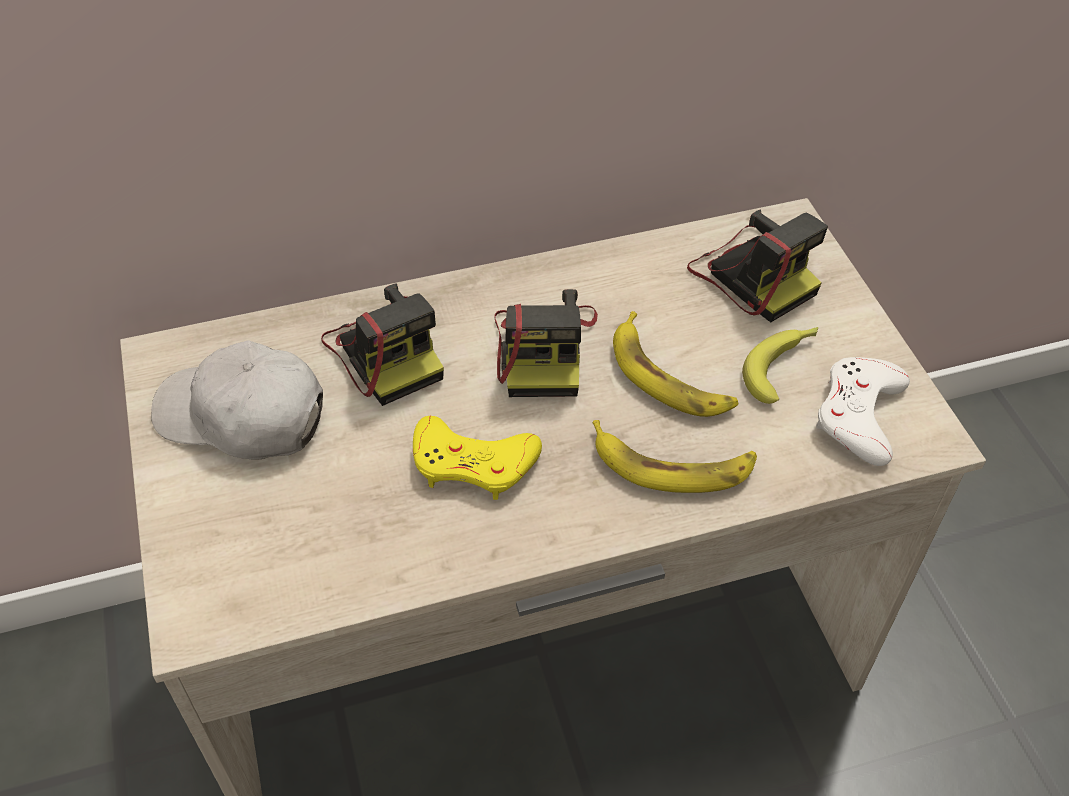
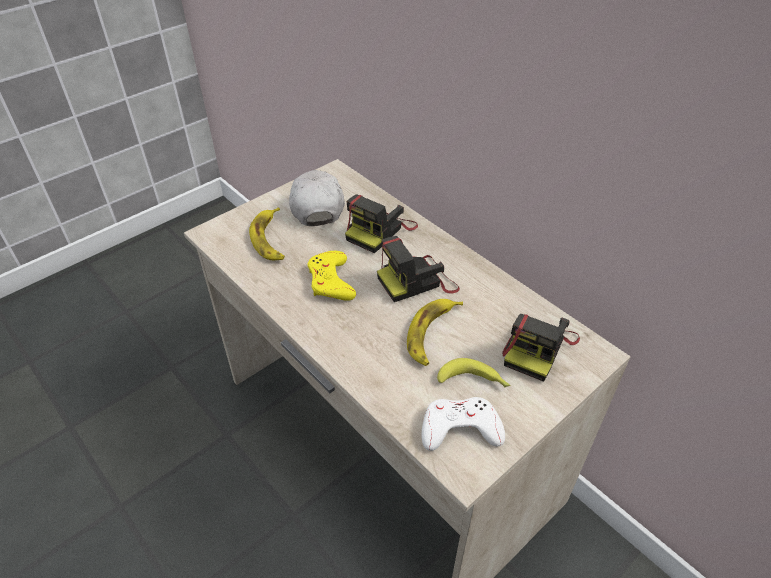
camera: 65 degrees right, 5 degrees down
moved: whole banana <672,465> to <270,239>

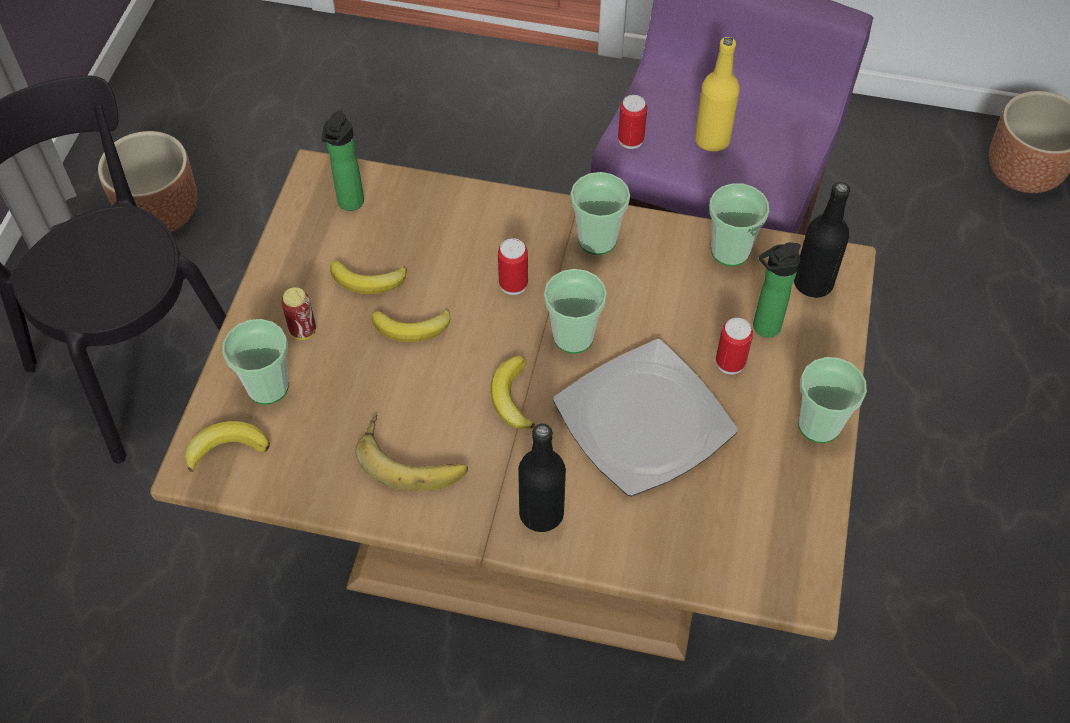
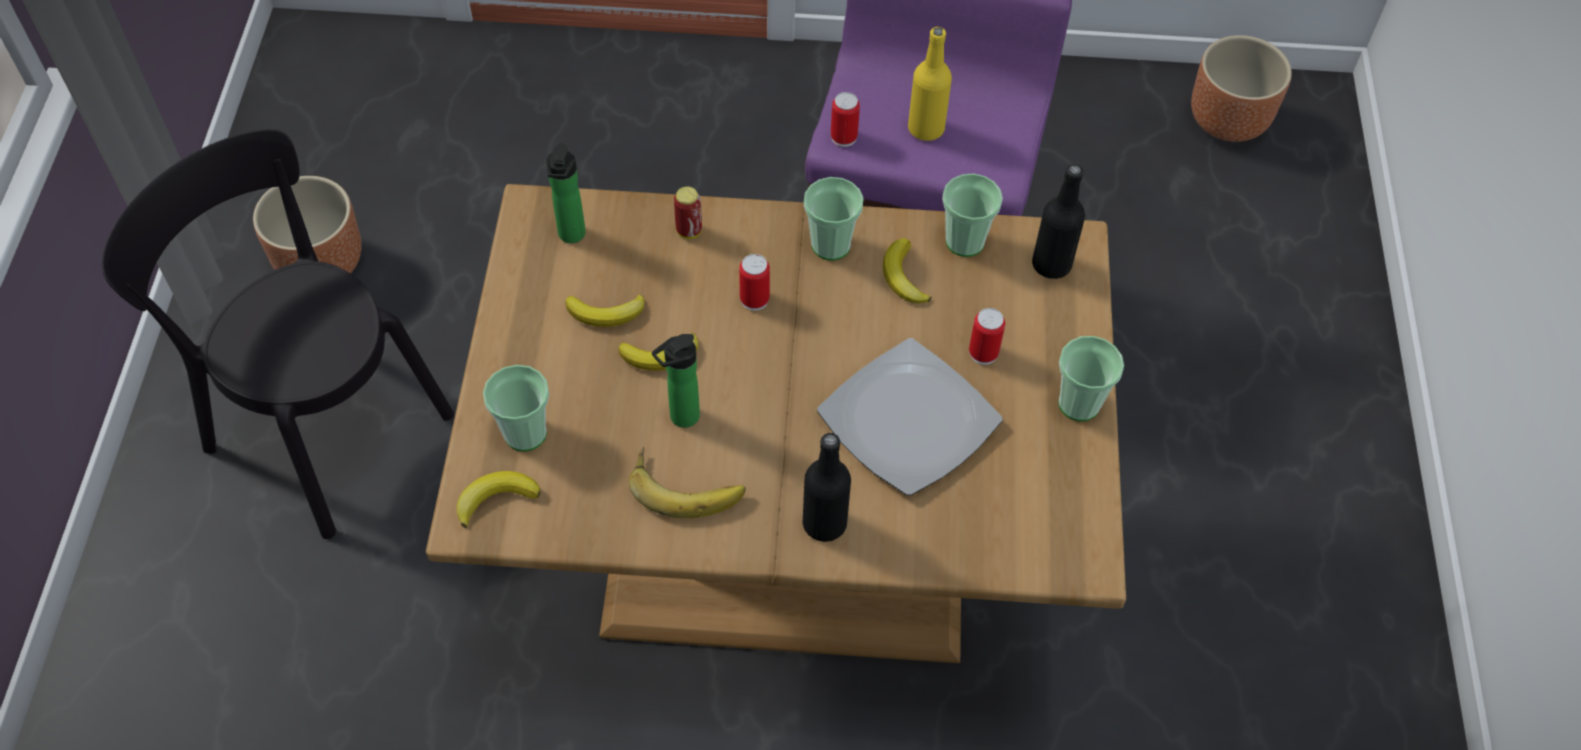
camera: 10 degrees left, 0 degrees up
removed: cup <573,337>
moved: can <303,331> to <689,231>; whole banana <512,397> to <903,276>; drink bottle <762,328> to <680,418>

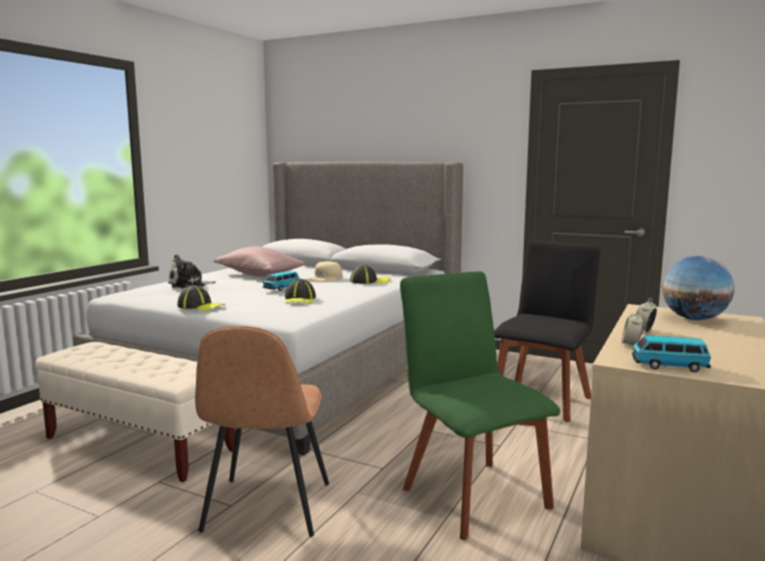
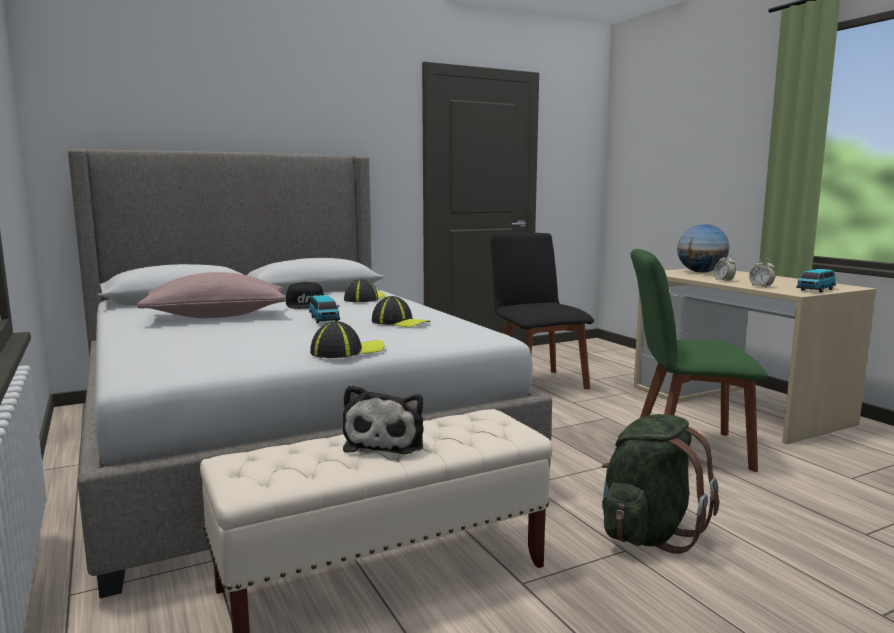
camera: 55 degrees left, 0 degrees up
moved: soft toy <189,285> to <386,442>
replaced: upright chair in brown <266,508> to knapsack in green <648,533>
recoloured: baseball cap in beige <326,278> to baseball cap in black-coloured <307,305>

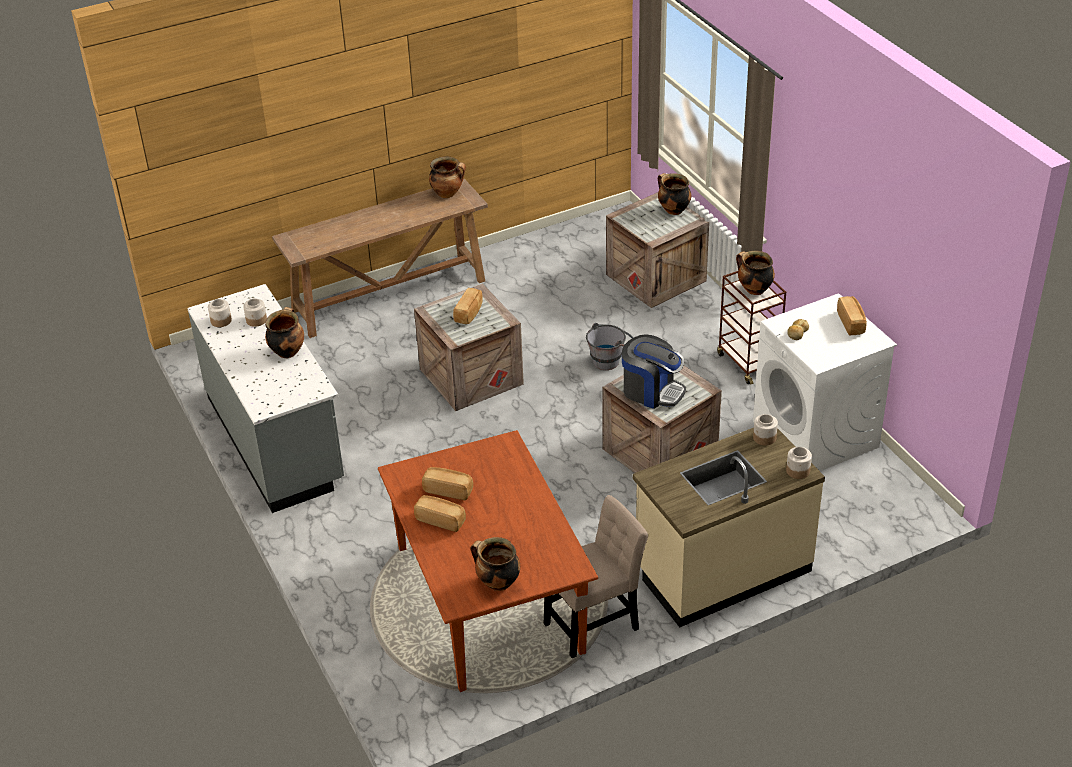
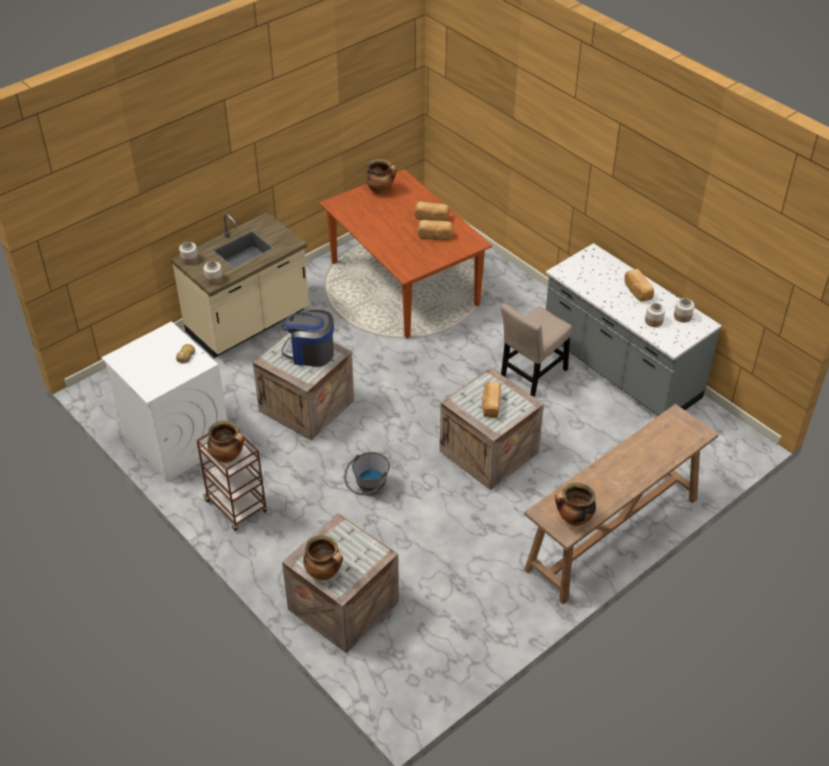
camera: 165 degrees right, 5 degrees up
removed: cooking pot <287,351>
moved: upright chair in beige <595,623> to <532,375>; bread <851,323> to <637,291>

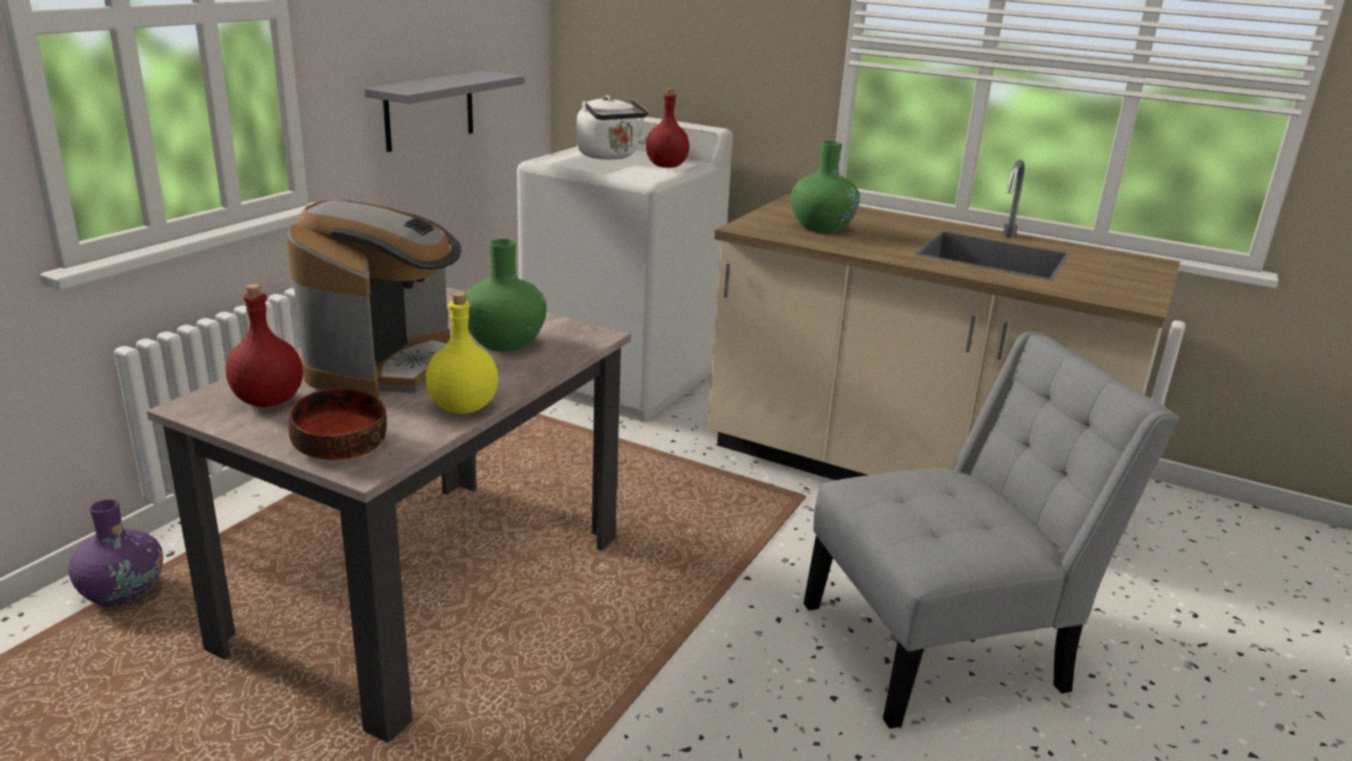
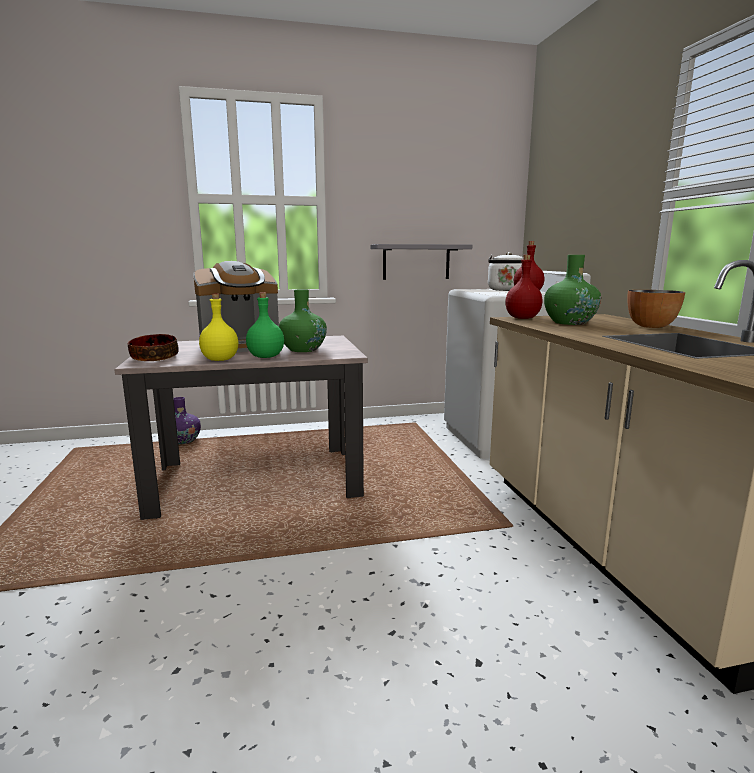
camera: 50 degrees right, 10 degrees down
removed: upright chair in grey <945,644>
added: drink bottle in green <266,357>; serving bowl <650,326>
moved: drink bottle in red-coloured <268,400> to <522,318>

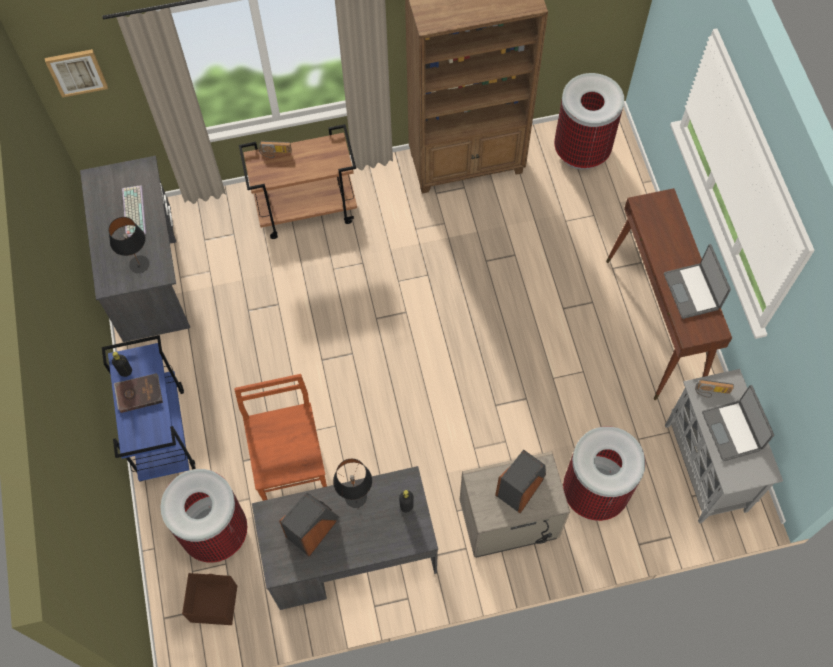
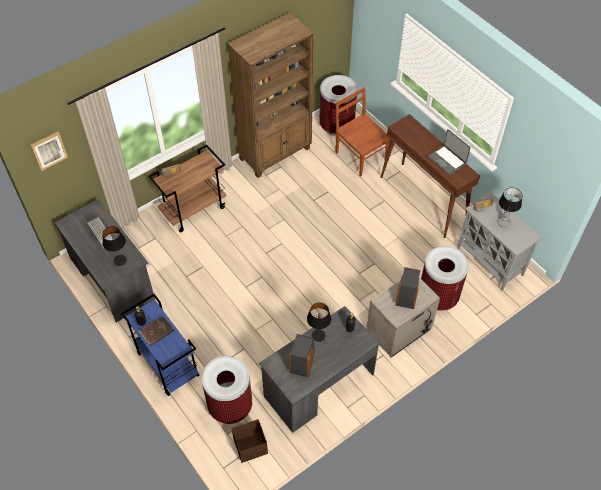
camera: 25 degrees left, 10 degrees down
moved: upright chair in brown <290,462> to <360,155>
replaced: portable computer <732,431> to table lamp <503,223>

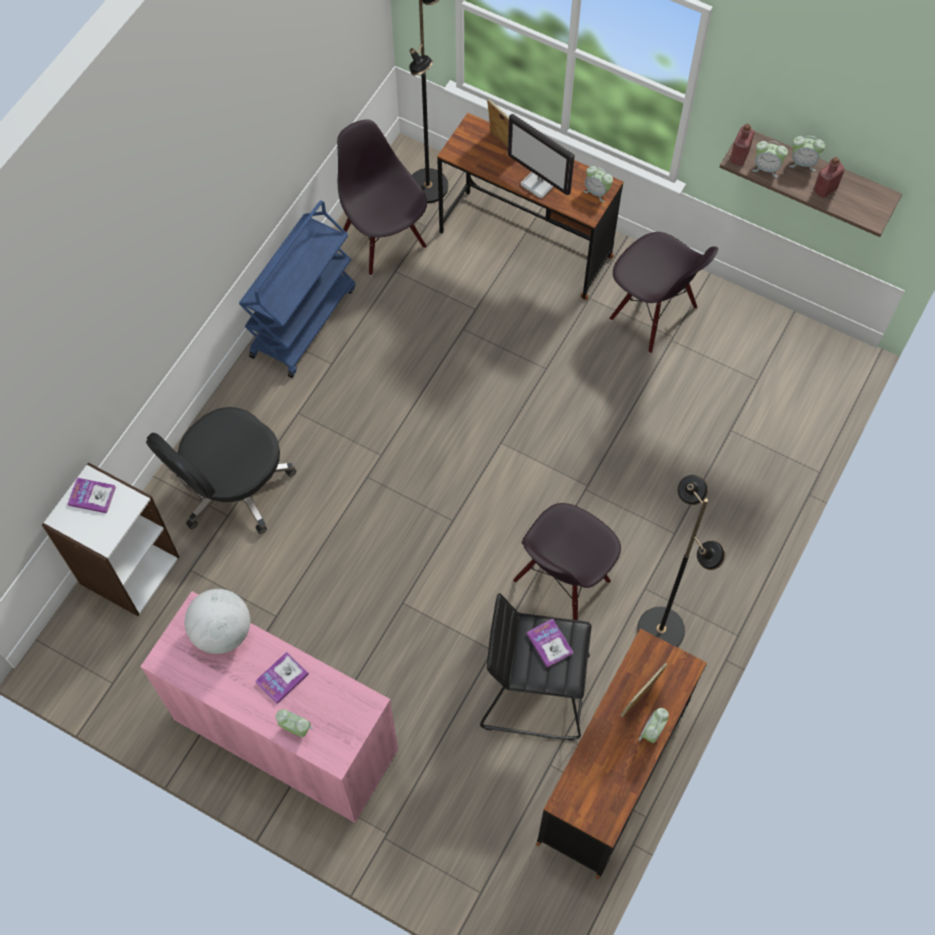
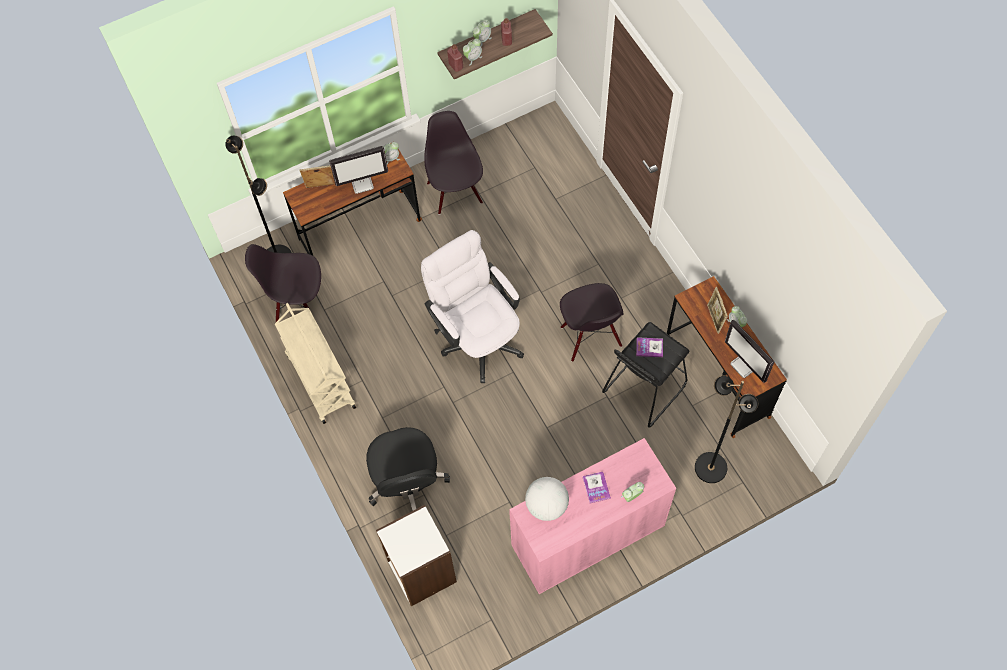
camera: 55 degrees left, 0 degrees up
removed: book <92,496>
added: desk chair in white-coloured <477,336>; monitor <745,365>
moved: standard lamp in black-coloured <661,629> to <710,467>
recoloured: trolley in blue-coloured <303,321> to trolley in beige <320,380>
turned: upright chair in black-coloured <652,314> = <455,192> 90 degrees counterclockwise

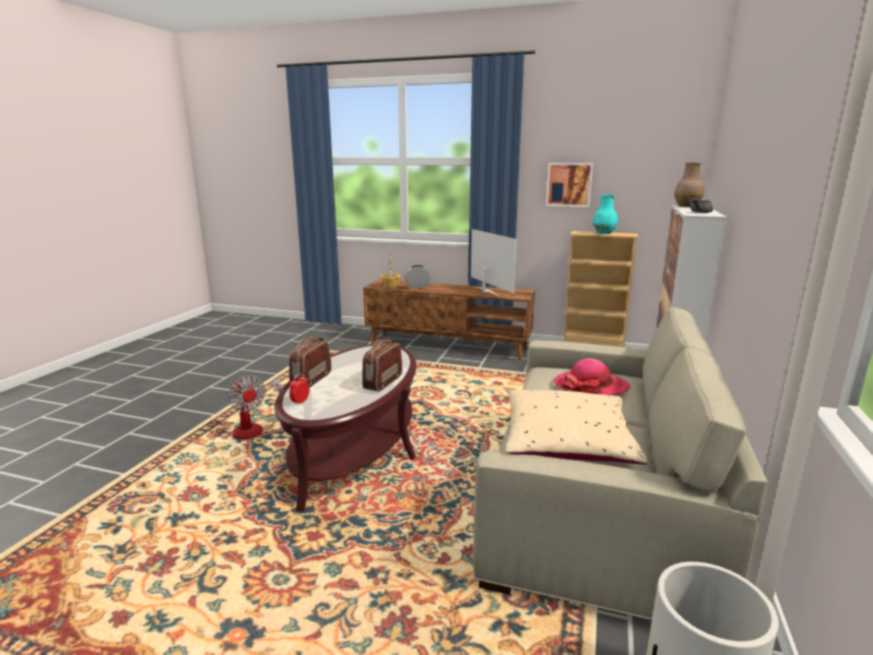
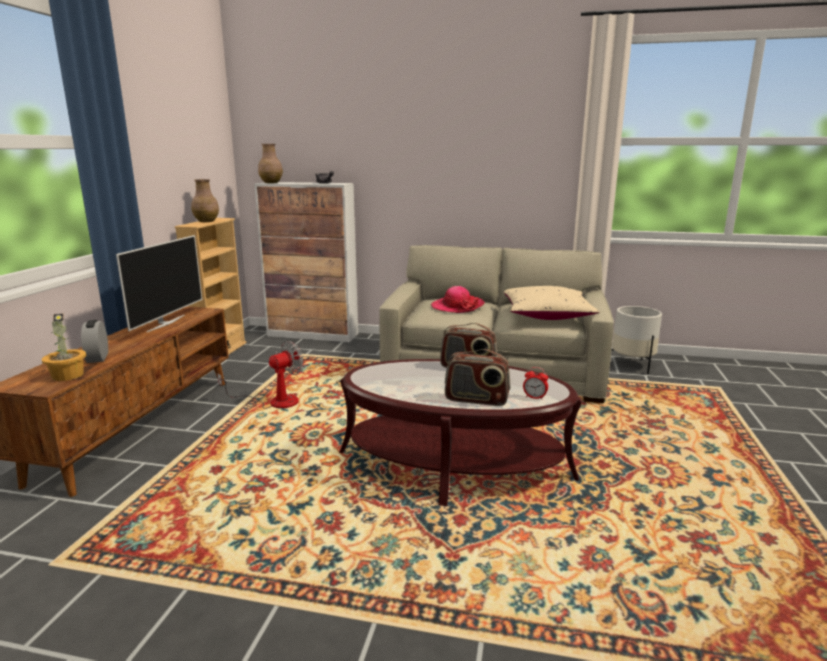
camera: 95 degrees left, 0 degrees up
removed: wall picture <569,184>
moved: fan <254,427> to <273,402>
recoloured: decorative vase in turquoise <604,233> to decorative vase in brown <207,221>
turned: TV set <486,291> = <165,323> 135 degrees clockwise

